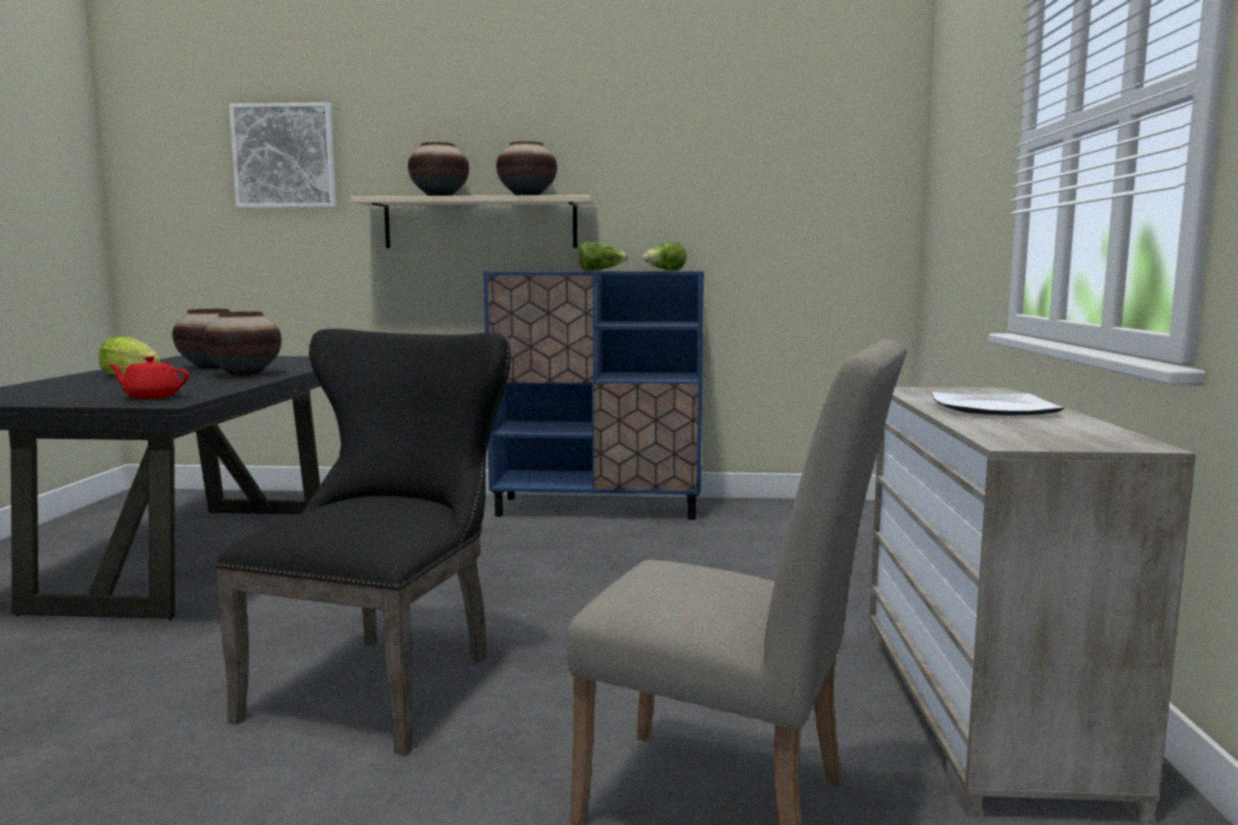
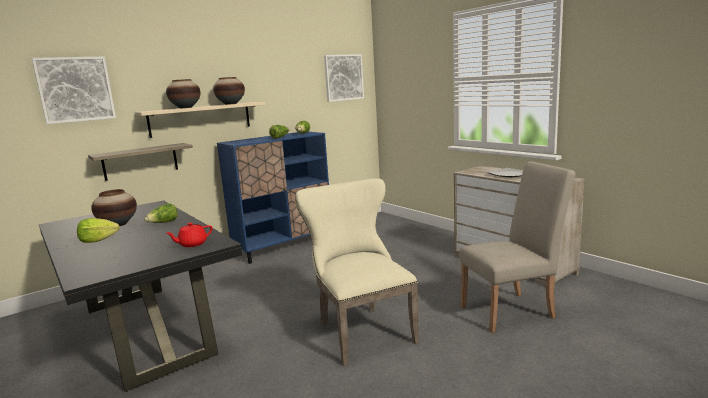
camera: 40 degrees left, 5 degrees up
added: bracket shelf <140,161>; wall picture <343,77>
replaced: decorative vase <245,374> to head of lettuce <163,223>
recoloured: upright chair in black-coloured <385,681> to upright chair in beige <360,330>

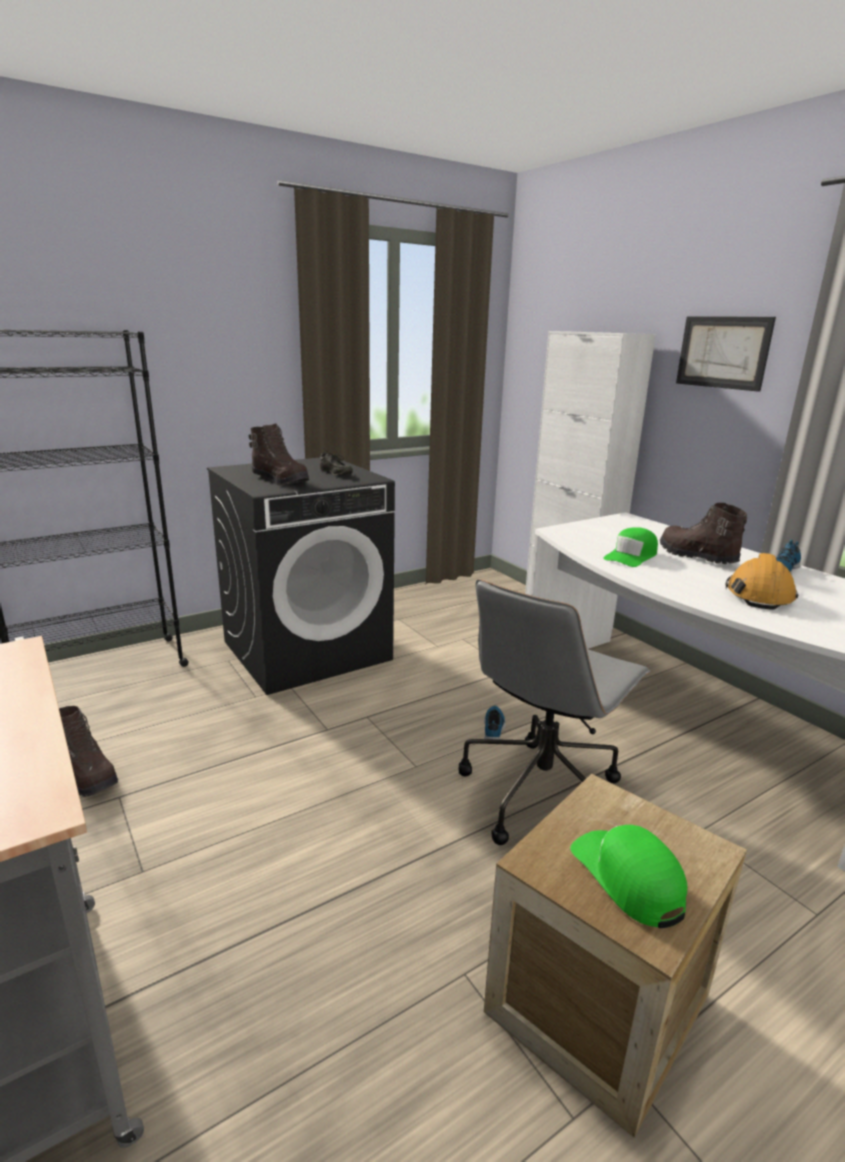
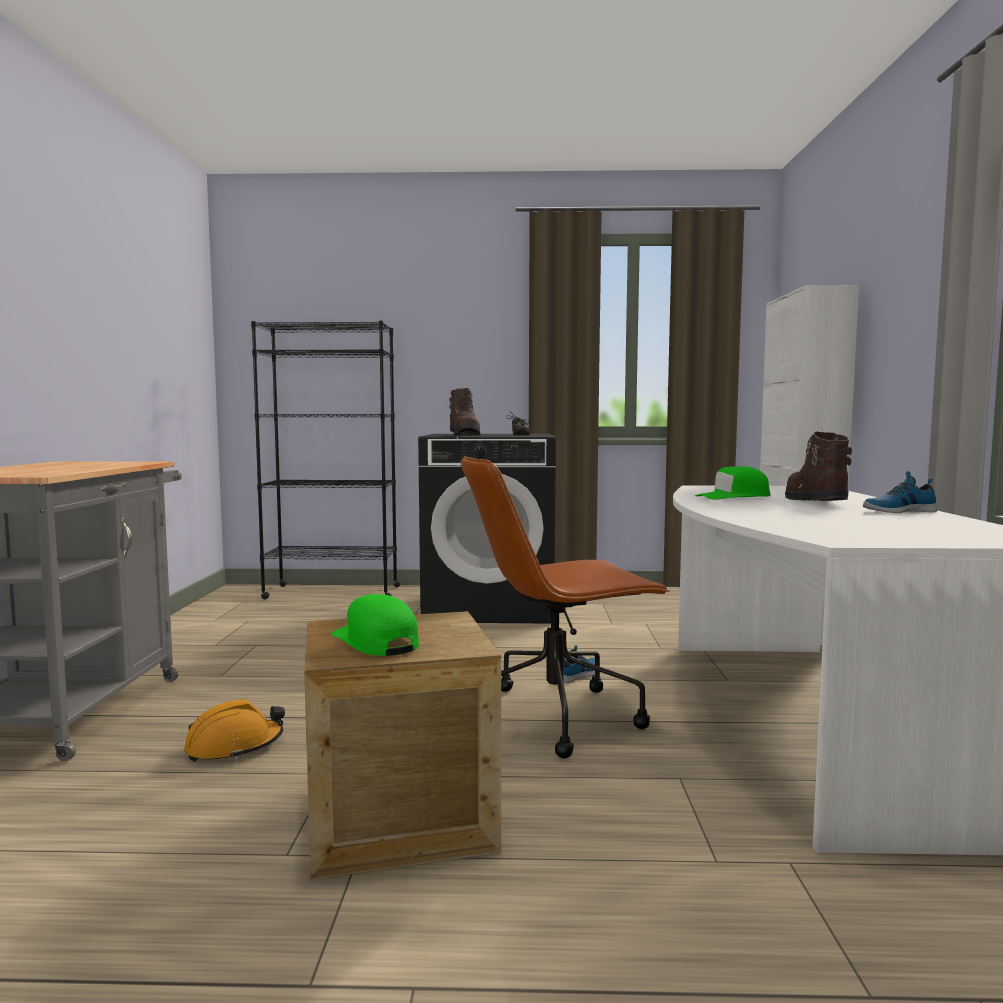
camera: 35 degrees right, 15 degrees down
removed: high-top boot in brown <87,775>; wall picture <723,352>
moved: hard hat in orange-coloured <759,594> to <234,747>
recoloured: desk chair in grey <542,792> to desk chair in brown <557,716>
turned: baseball cap in green <627,877> = <375,641> 45 degrees counterclockwise

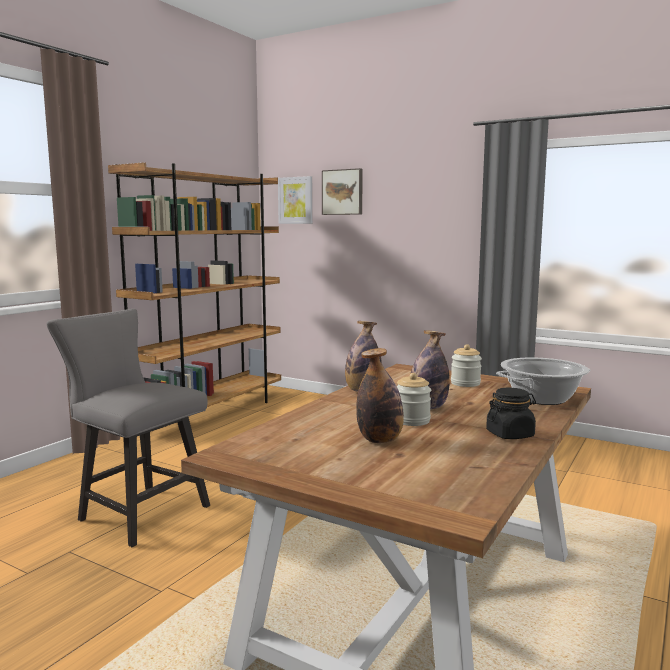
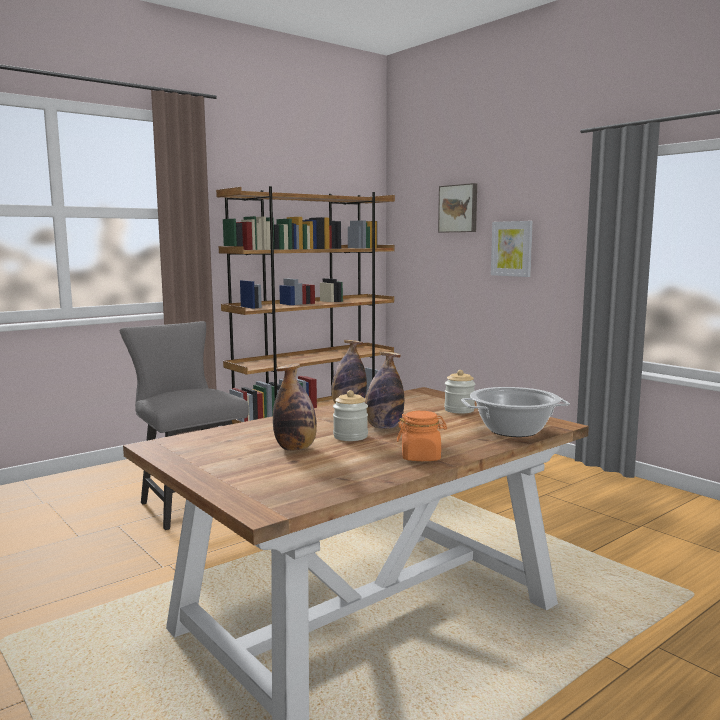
camera: 20 degrees right, 0 degrees up
moved: wall picture <296,200> to <512,248>
recoloured: preserve jar in black-coloured <510,434> to preserve jar in orange-coloured <421,457>

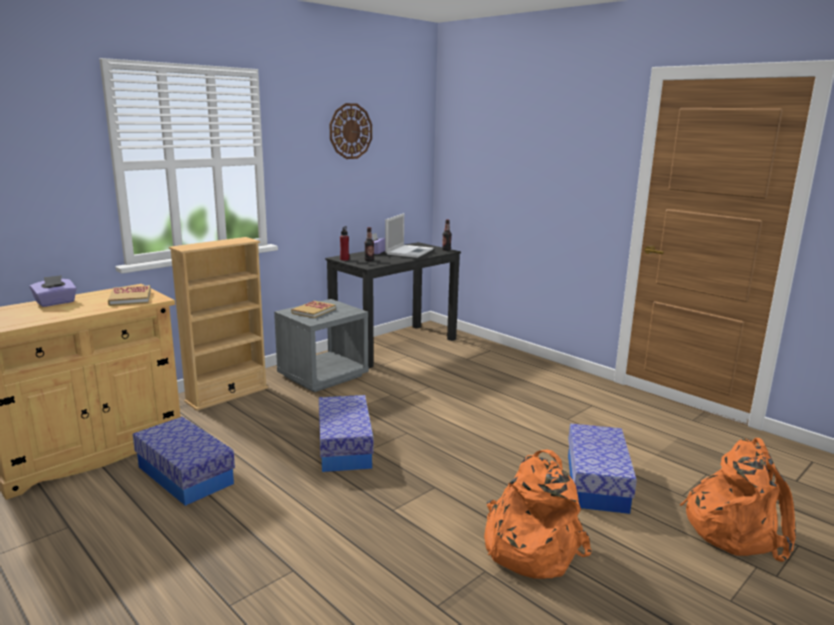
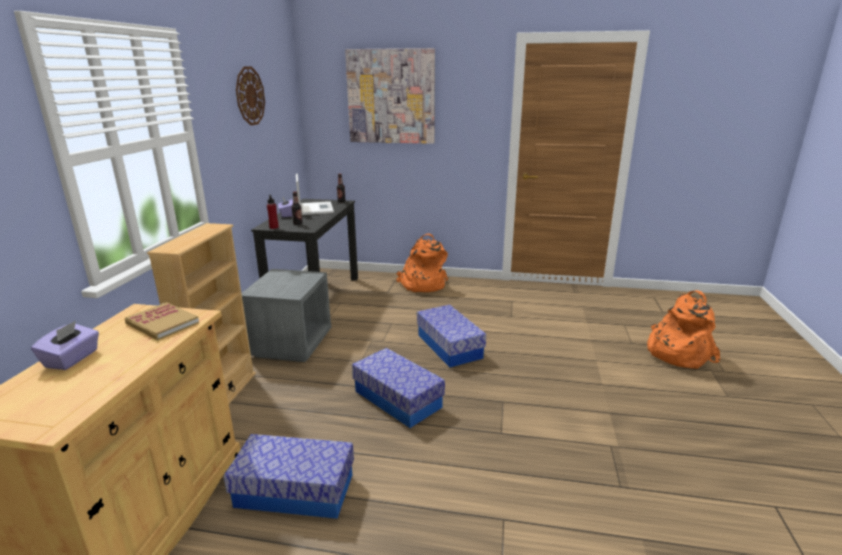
camera: 35 degrees left, 5 degrees up
removed: book <313,311>
added: wall picture <391,97>
moved: knapsack in orange-coloured <529,546> to <422,284>; storage box <596,482> to <449,346>

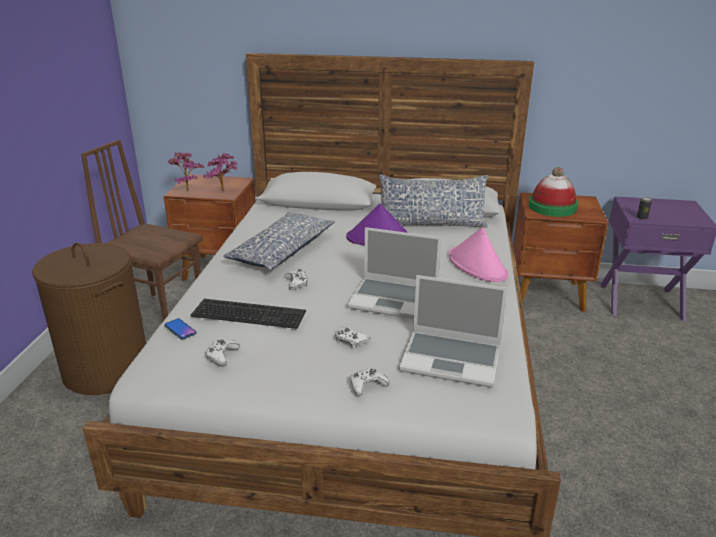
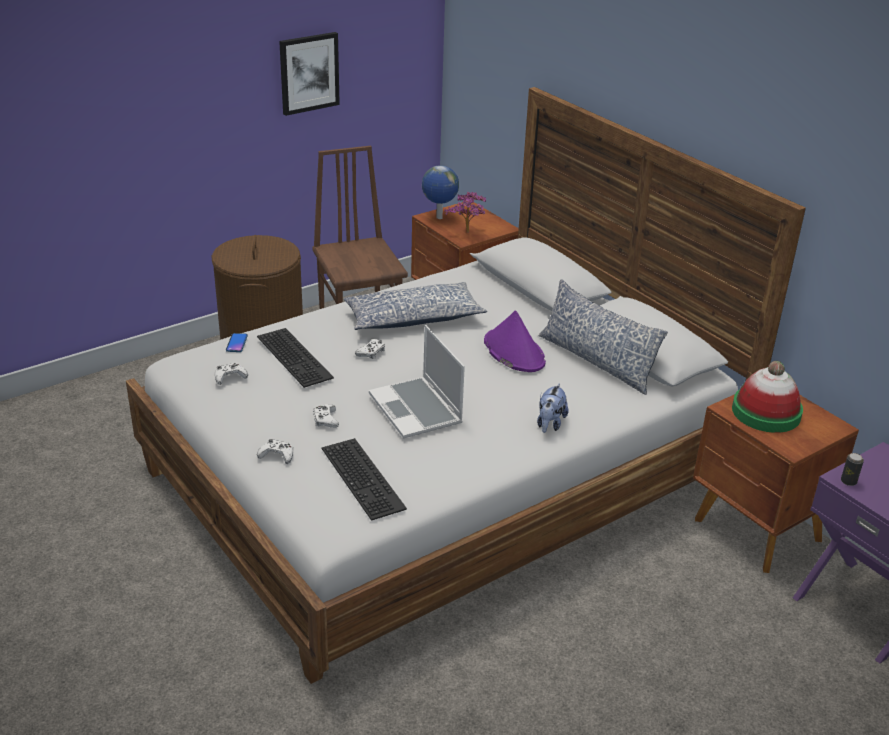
camera: 45 degrees right, 5 degrees up
added: wall picture <309,73>
replaced: plant in a pot <186,190> to world globe <439,218>; portable computer <452,359> to keyboard <365,478>; clothing hat in pink-coloured <477,265> to soft toy <550,424>

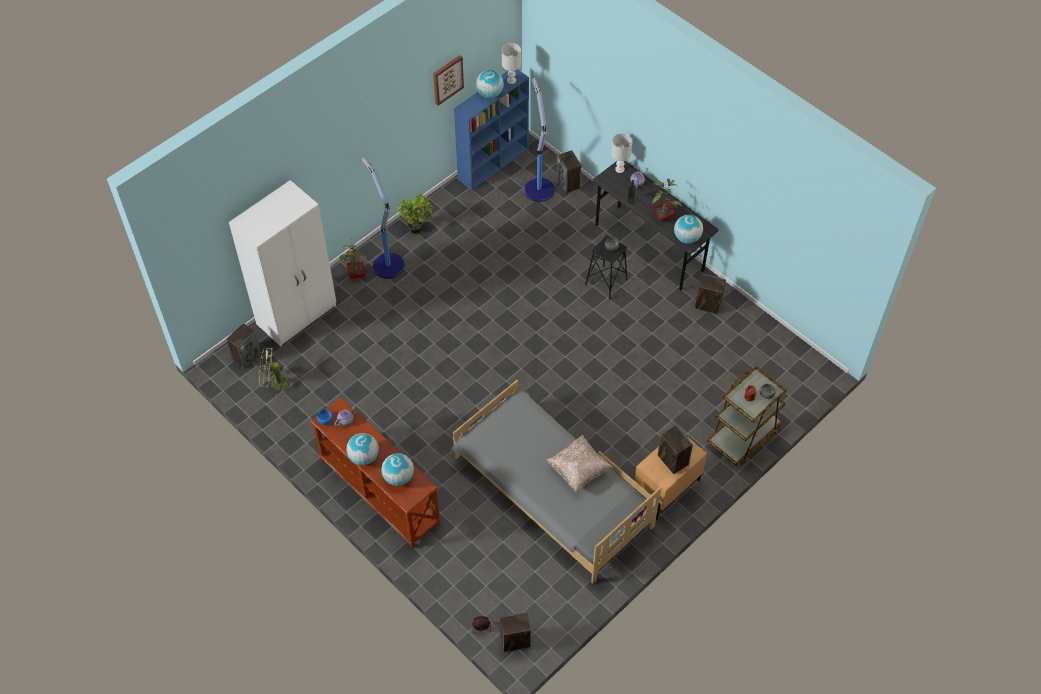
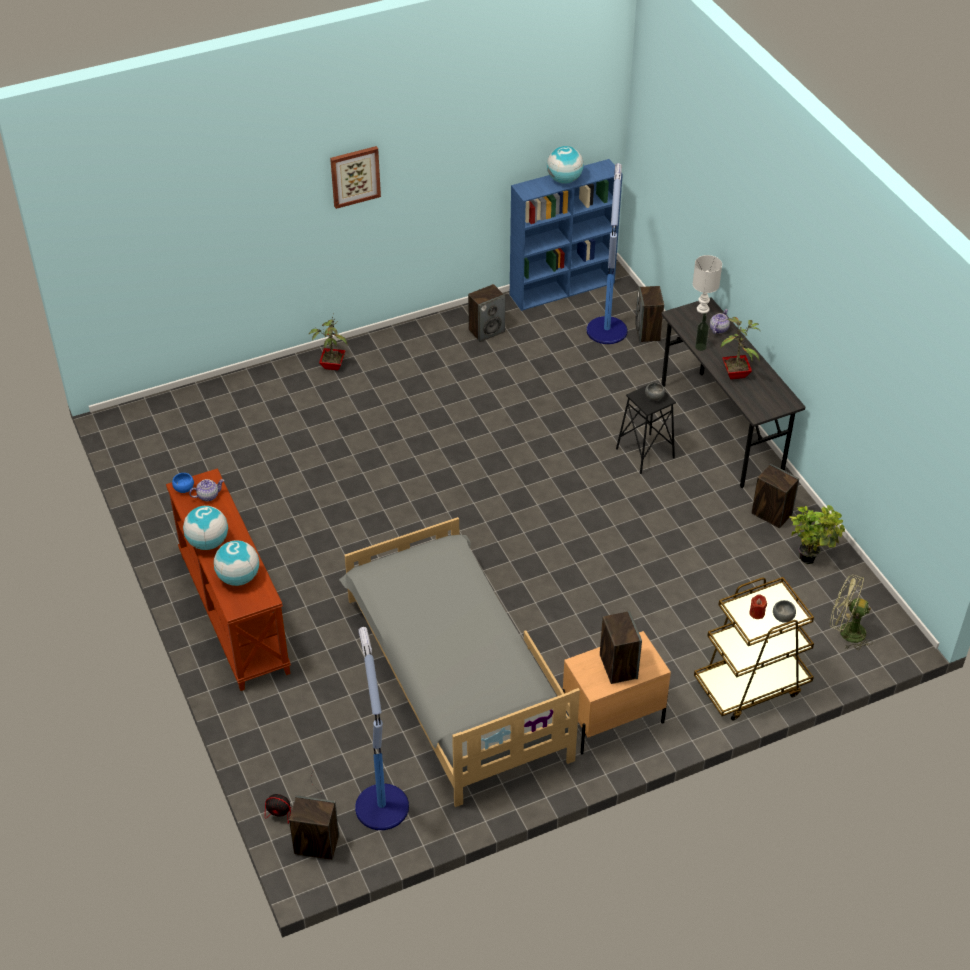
camera: 20 degrees right, 10 degrees down
removed: wardrobe in white-coloured <297,315>; table lamp in white-coloured <511,81>; pillow in beige <578,470>; world globe <687,238>
moved: speaker <247,356> to <486,331>; fan in green <274,383> to <846,632>; standard lamp <387,265> to <381,805>; plant in a pot <417,228> to <811,557>; wall picture <447,79> to <355,176>

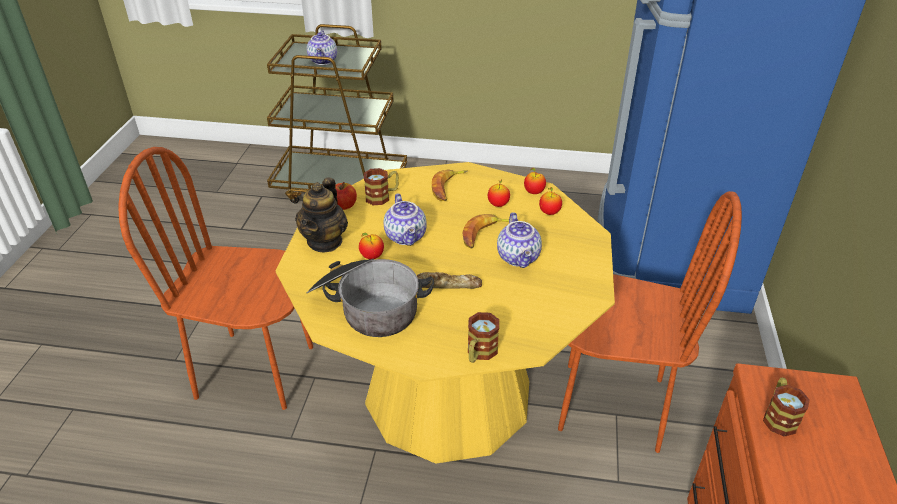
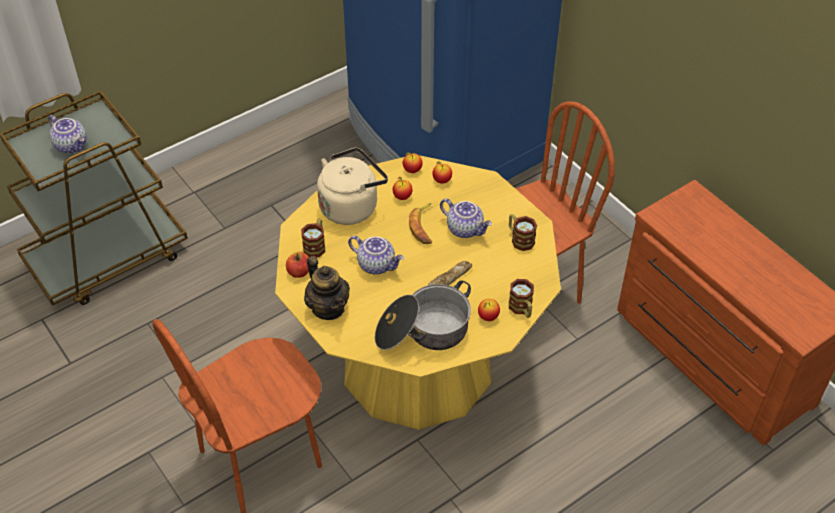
camera: 45 degrees left, 10 degrees up
moved: apple <372,256> to <488,317>; tea mug <778,416> to <519,239>
replaced: whole banana <448,188> to tea kettle in beige <351,206>

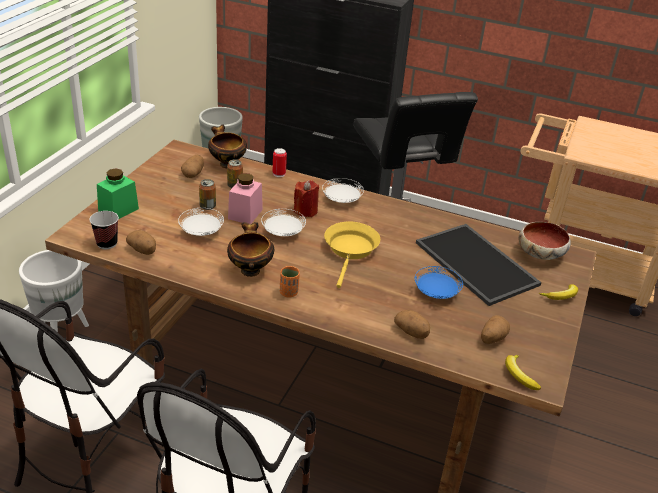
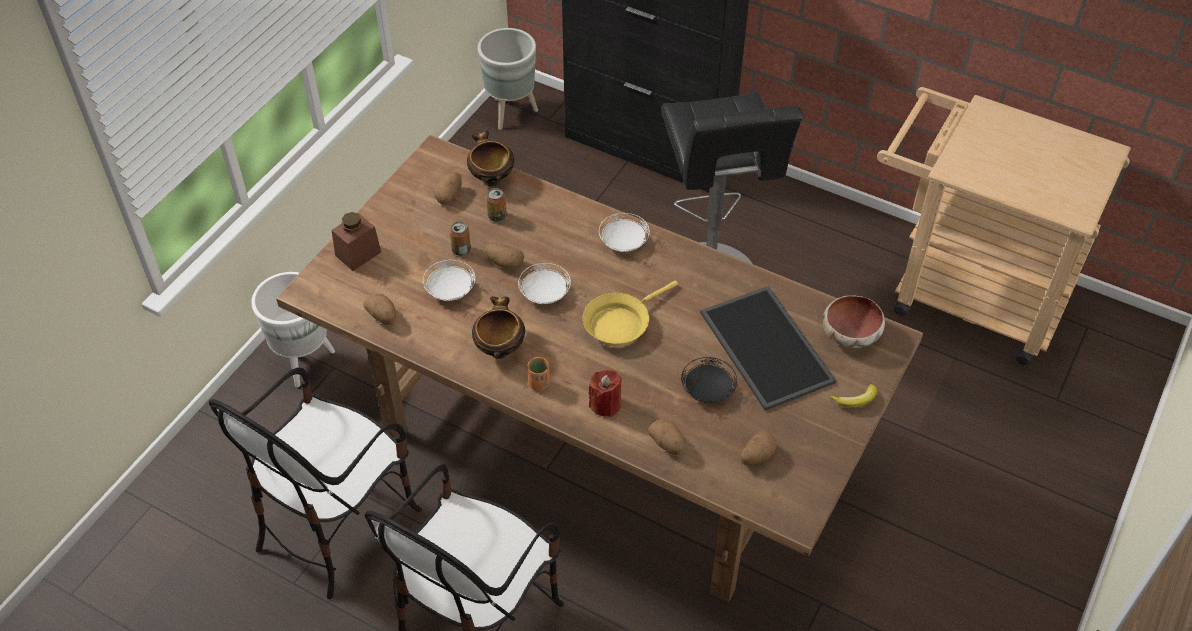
camera: 10 degrees right, 15 degrees up
removed: cup <107,243>; can <279,174>; whole banana <519,375>
moved: wax candle in red-coloured <305,211> to <605,404>
replaced: preserve jar in pink-coloured <245,214> to potato <504,263>
recoloured: preserve jar in green <118,210> to preserve jar in brown <358,254>; plate in blue-coloured <436,293> to plate in black-coloured <708,390>
turned: pan in yellow <350,250> = <620,323> 150 degrees counterclockwise

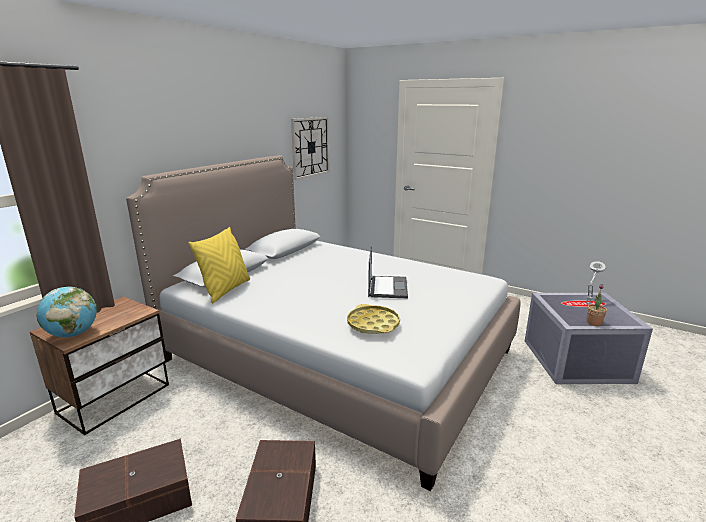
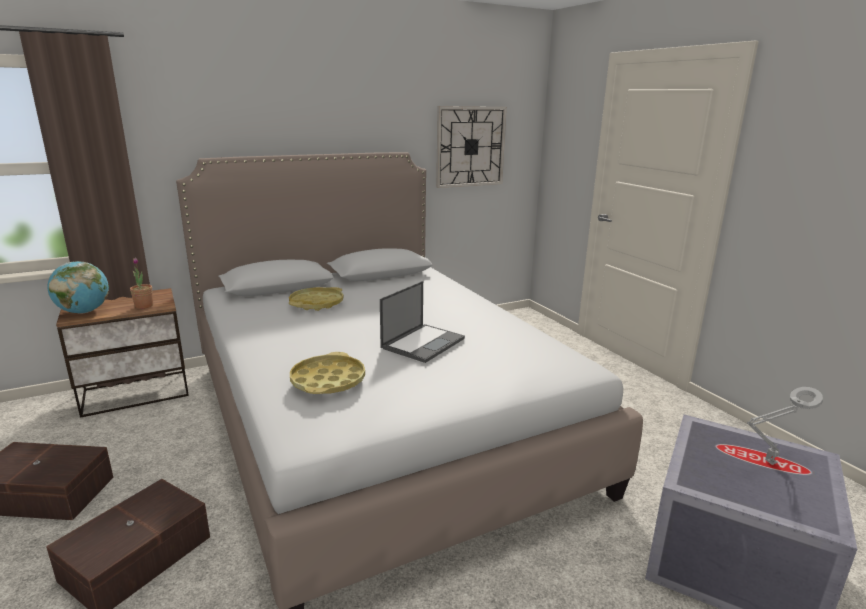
camera: 30 degrees right, 0 degrees up
removed: pillow in yellow <226,290>
added: serving tray in yellow <317,303>
moved: plant in a pot <594,323> to <144,306>

